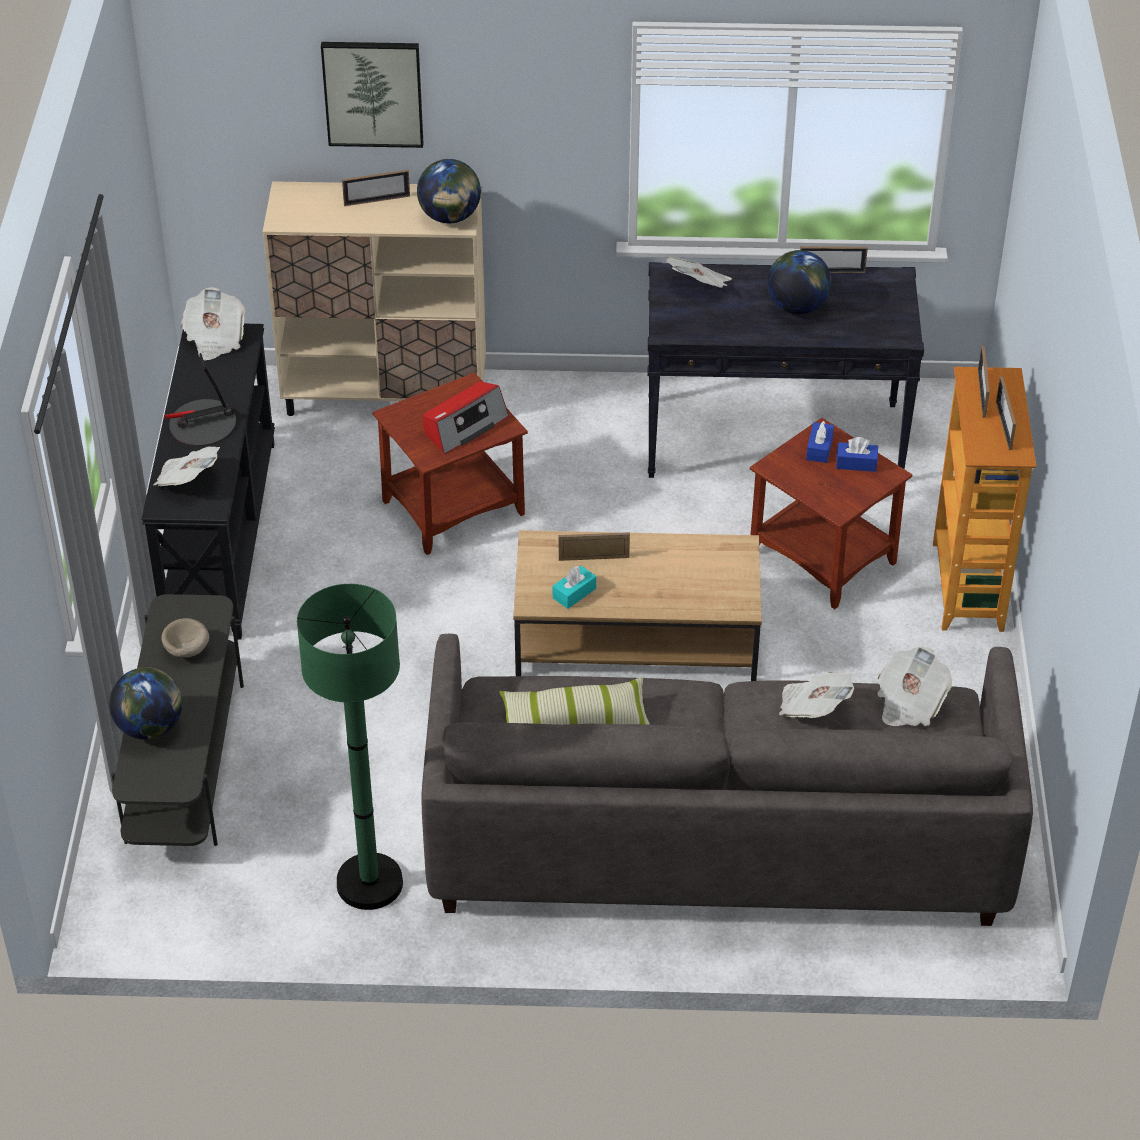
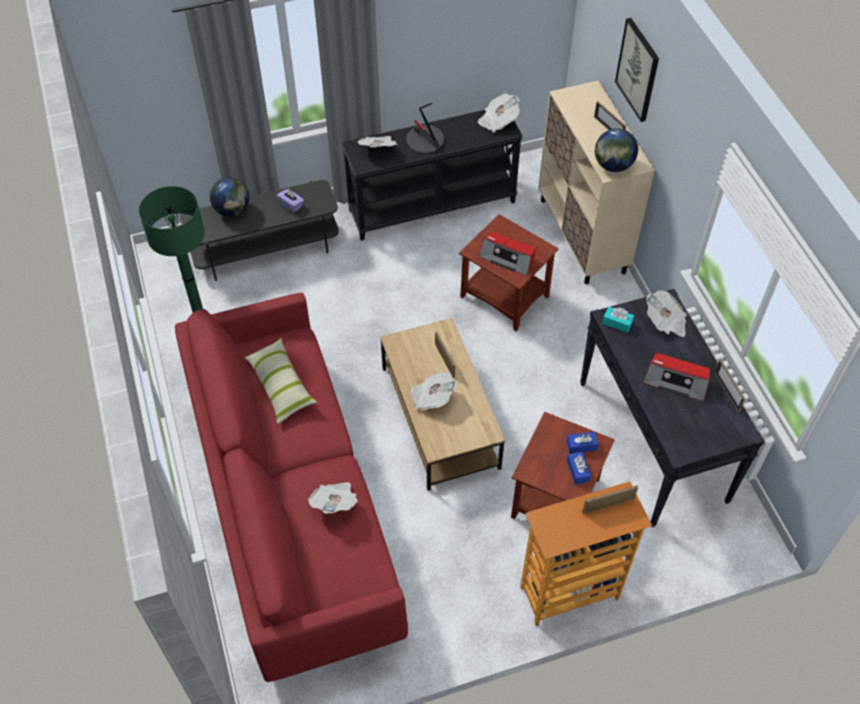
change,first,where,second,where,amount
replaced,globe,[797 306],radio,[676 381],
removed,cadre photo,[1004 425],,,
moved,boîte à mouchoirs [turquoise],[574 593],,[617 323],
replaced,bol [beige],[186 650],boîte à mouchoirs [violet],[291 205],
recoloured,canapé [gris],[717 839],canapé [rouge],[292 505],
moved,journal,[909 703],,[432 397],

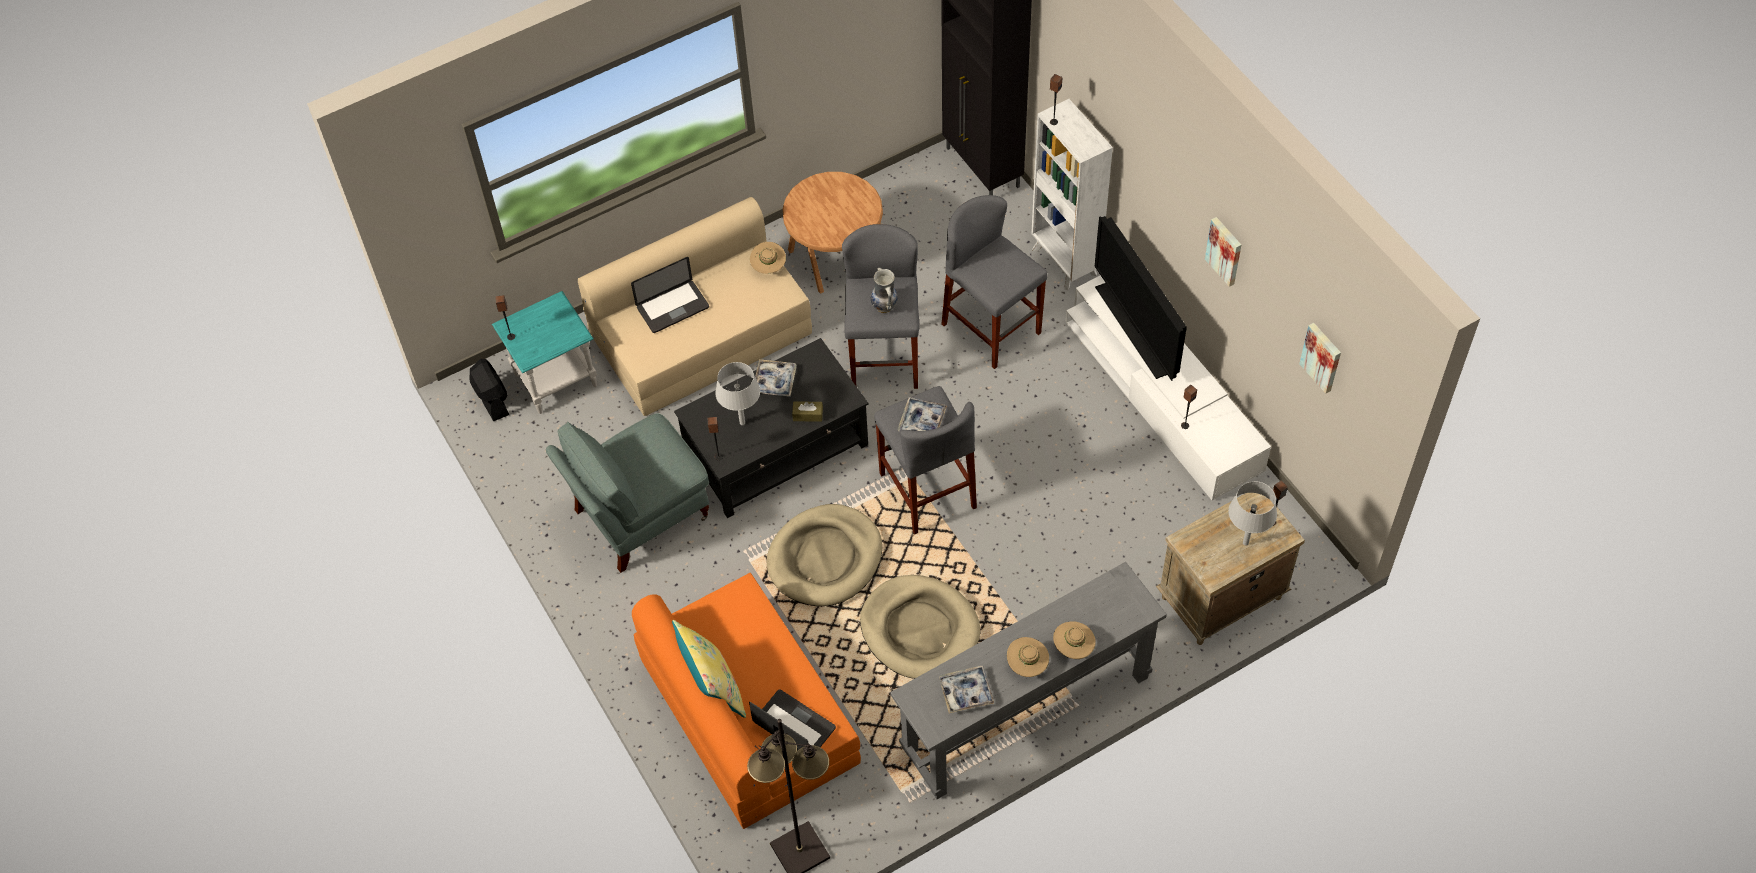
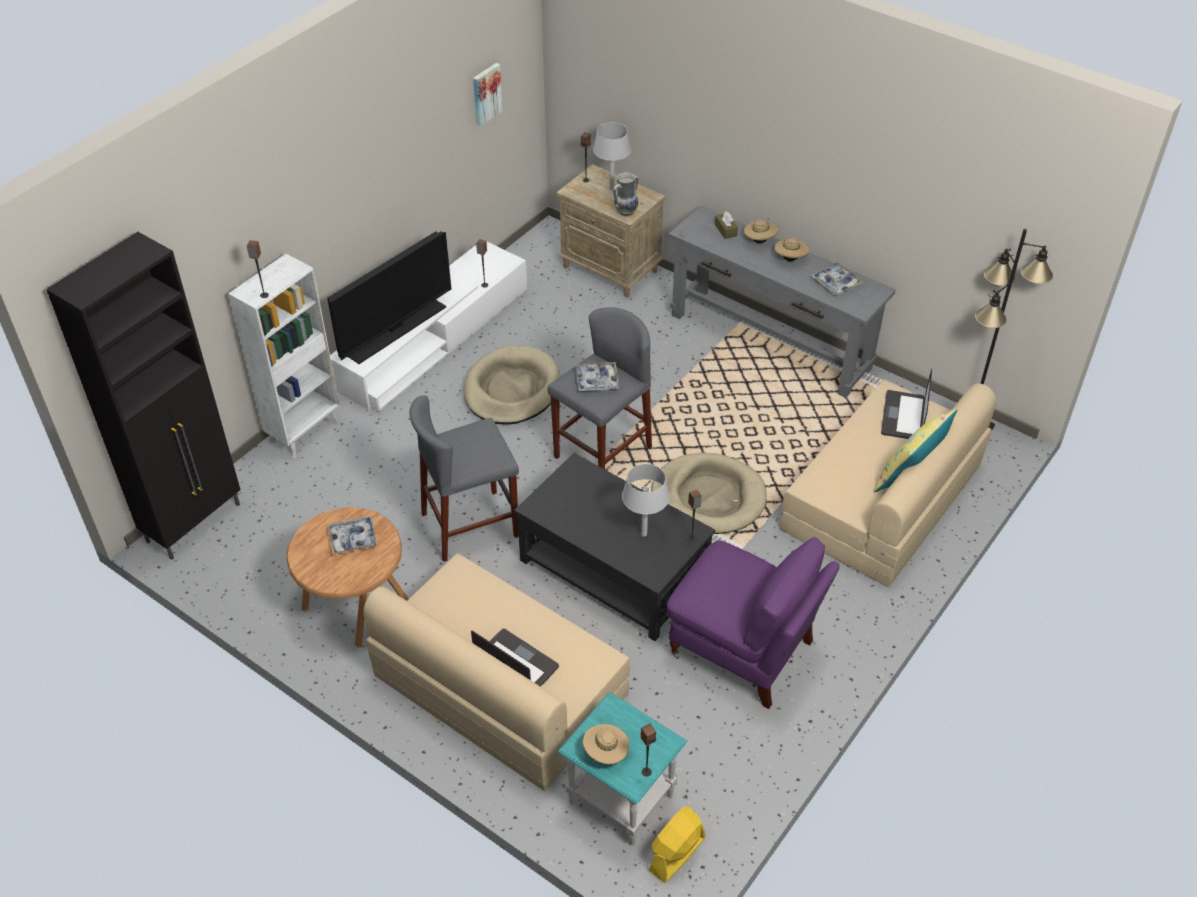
change,first,where,second,where,amount
removed,tabouret [gris],[991 328],,,
removed,tableau,[1225 250],,,
moved,chapeau [beige],[768 267],,[606 753],
moved,vase,[885 306],,[625 211],
recoloured,ventilateur [noir],[492 399],ventilateur [jaune],[676 854],
moved,plateau,[775 381],,[353 539],
moved,boîte à mouchoirs [marron],[808 415],,[725 230],
recoloured,fauteuil [gris],[640 515],fauteuil [violet],[743 650],
recoloured,canapé [orange],[749 712],canapé [beige],[882 498],
moved,panier pour chien [beige],[920 630],,[512 389],

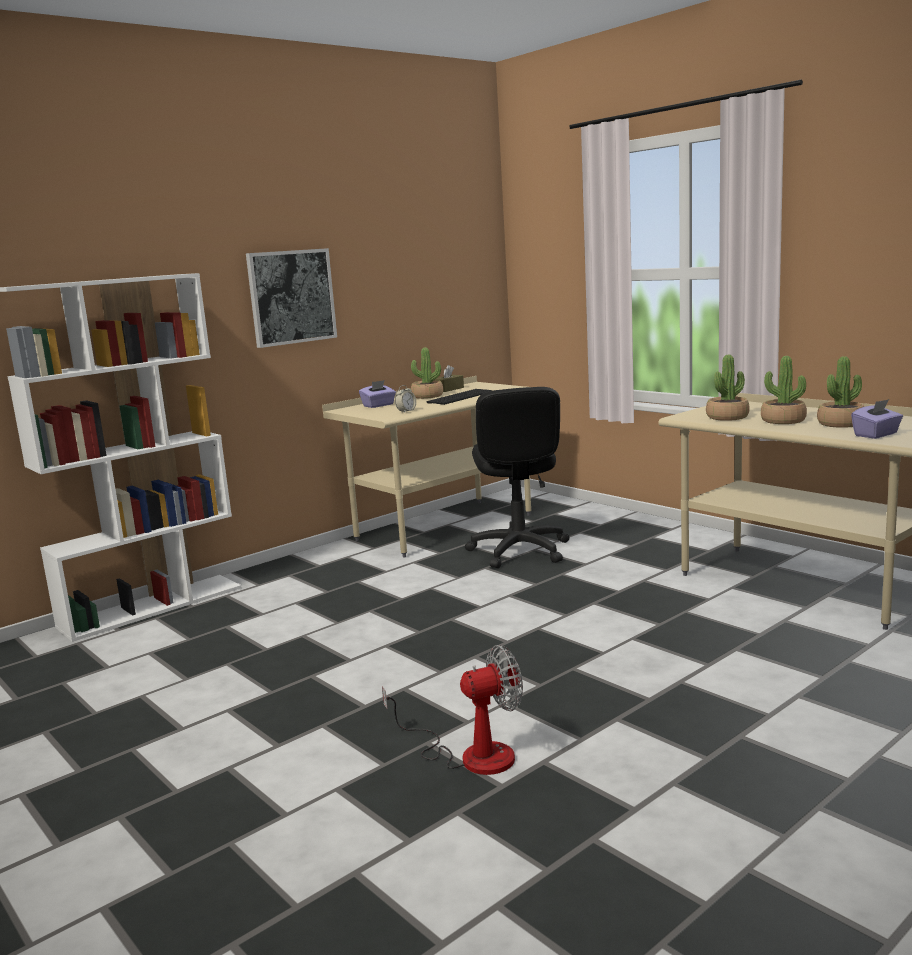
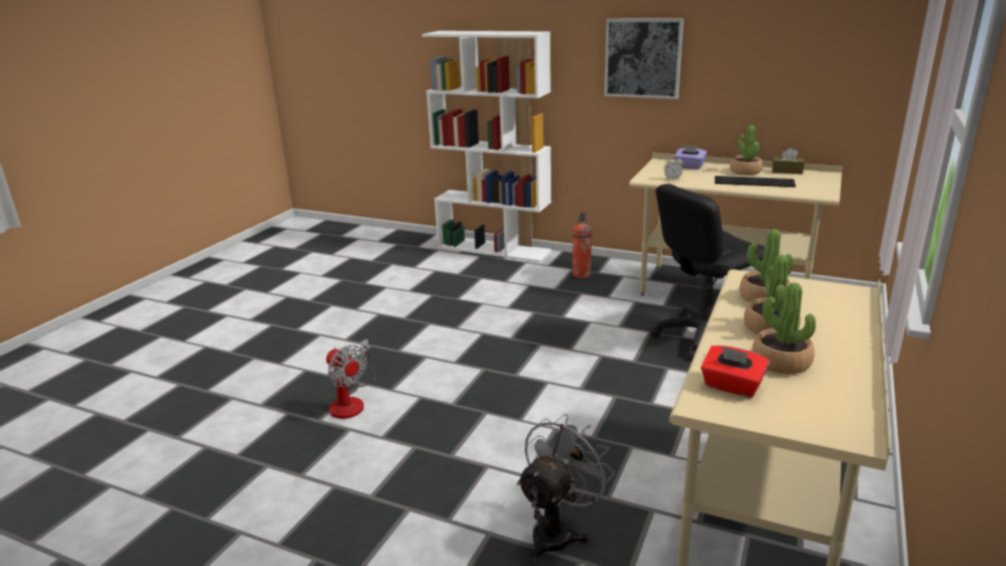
change,first,where,second,where,amount
recoloured,boîte à mouchoirs [violet],[876 435],boîte à mouchoirs [rouge],[732 386],
added,,,extincteur,[581 275],
added,,,ventilateur [gris],[558 531],

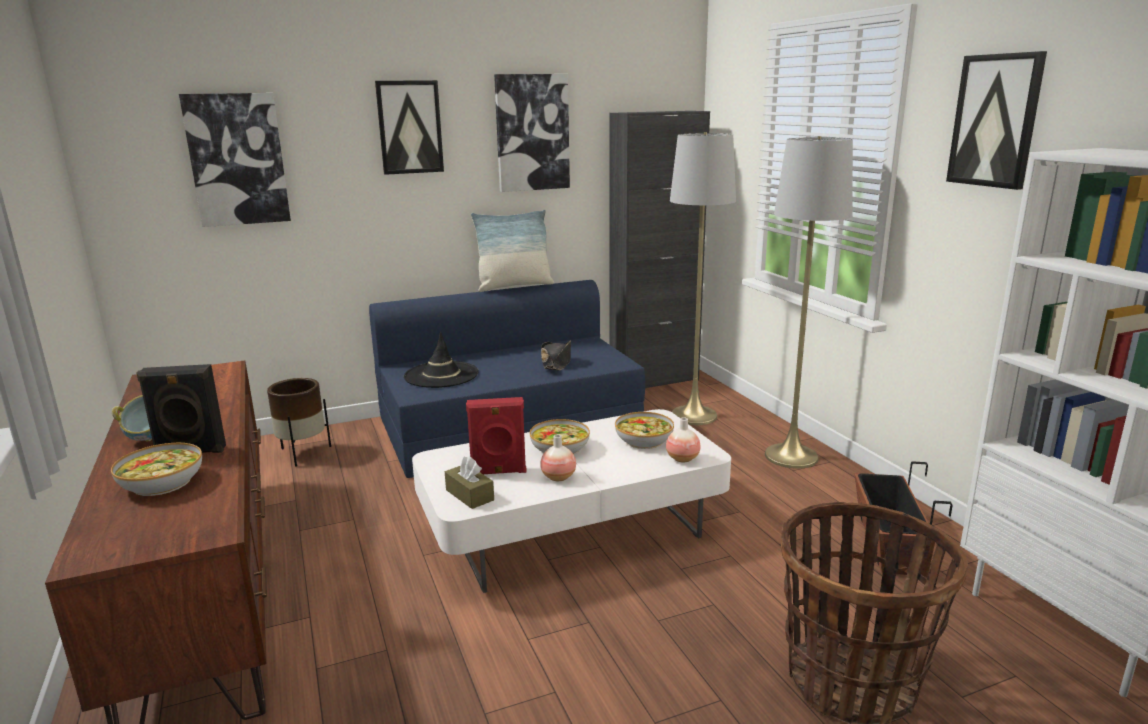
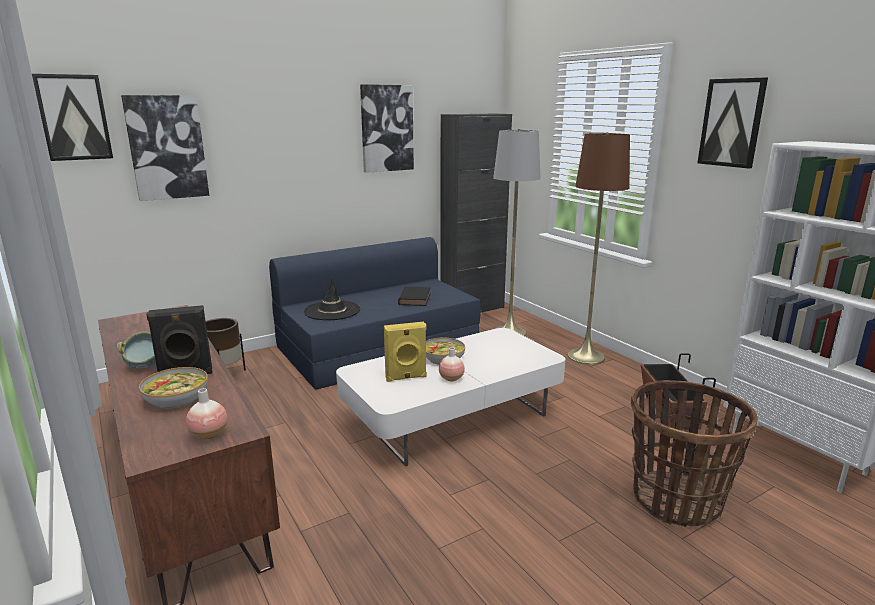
change,first,where,second,where,amount
moved,tableau,[409 127],,[74 117],
recoloured,lampadaire [gris],[791 456],lampadaire [marron],[586 357],
removed,coussin,[514 286],,,
replaced,chapeau [noir],[556 363],livre [noir],[415 298],
recoloured,enceinte [rouge],[498 472],enceinte [jaune],[406 377],
removed,bol,[644 440],,,
moved,vase,[682 459],,[209 434],
removed,boîte à mouchoirs [marron],[469 495],,,

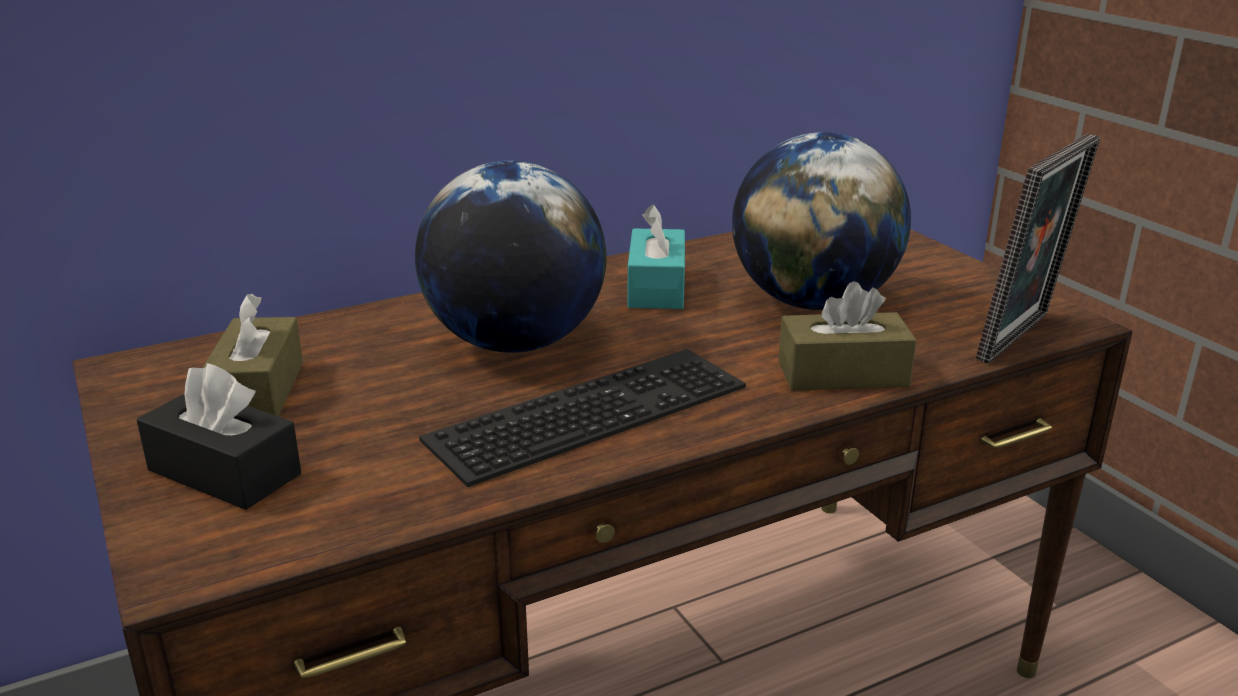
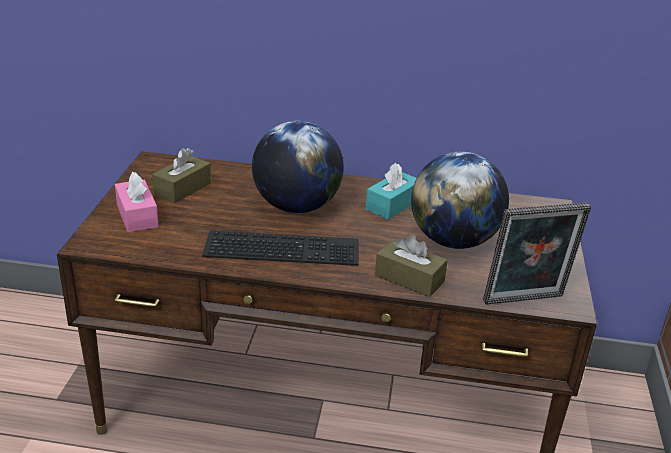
change,first,where,second,where,amount
recoloured,boîte à mouchoirs [noir],[224 472],boîte à mouchoirs [rose],[137 216],

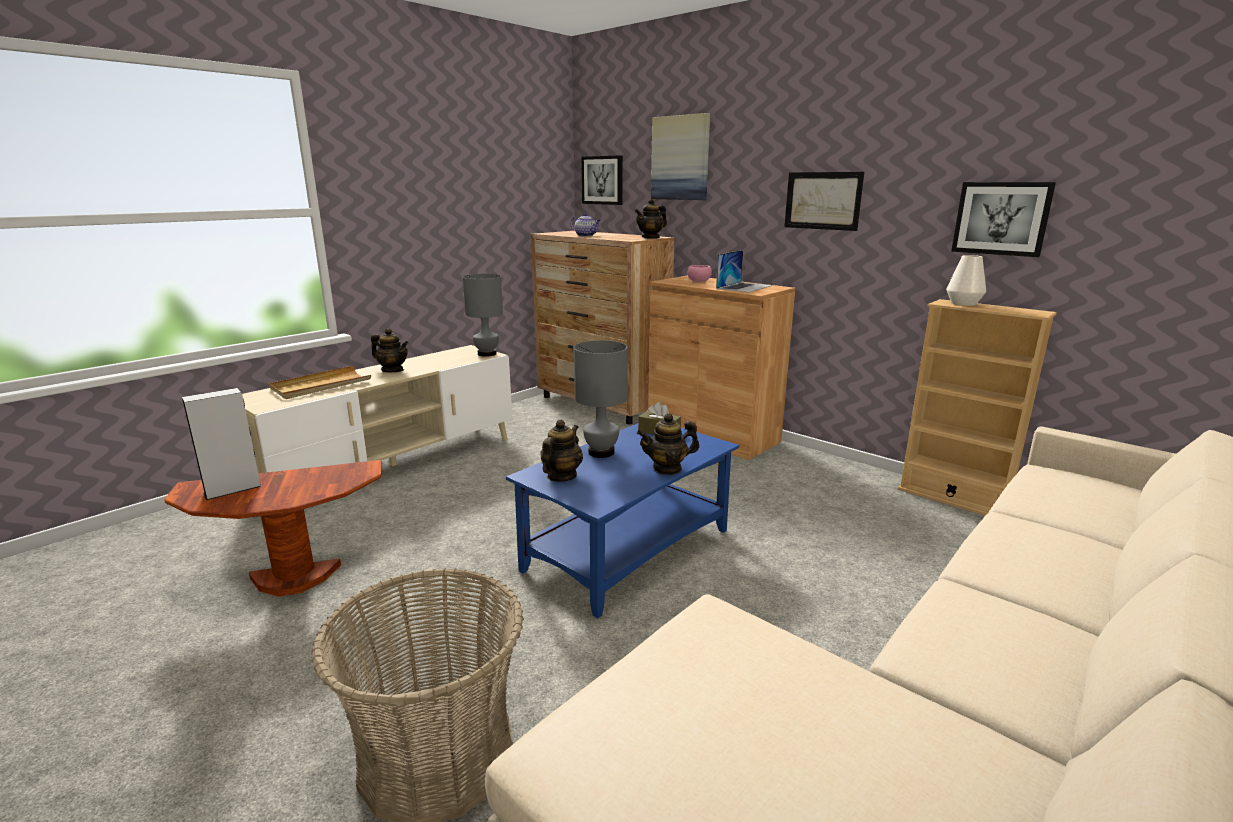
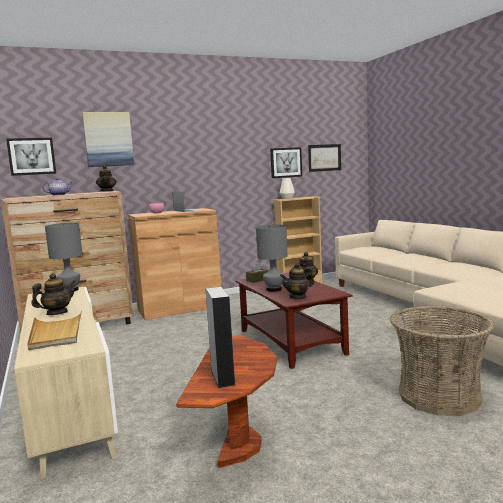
change,first,where,second,where,amount
moved,tableau,[822 200],,[324 157],
turned,théière,[561 476],,[298 297],75 degrees counterclockwise
recoloured,table basse [bleu],[627 551],table basse [marron],[291 342],

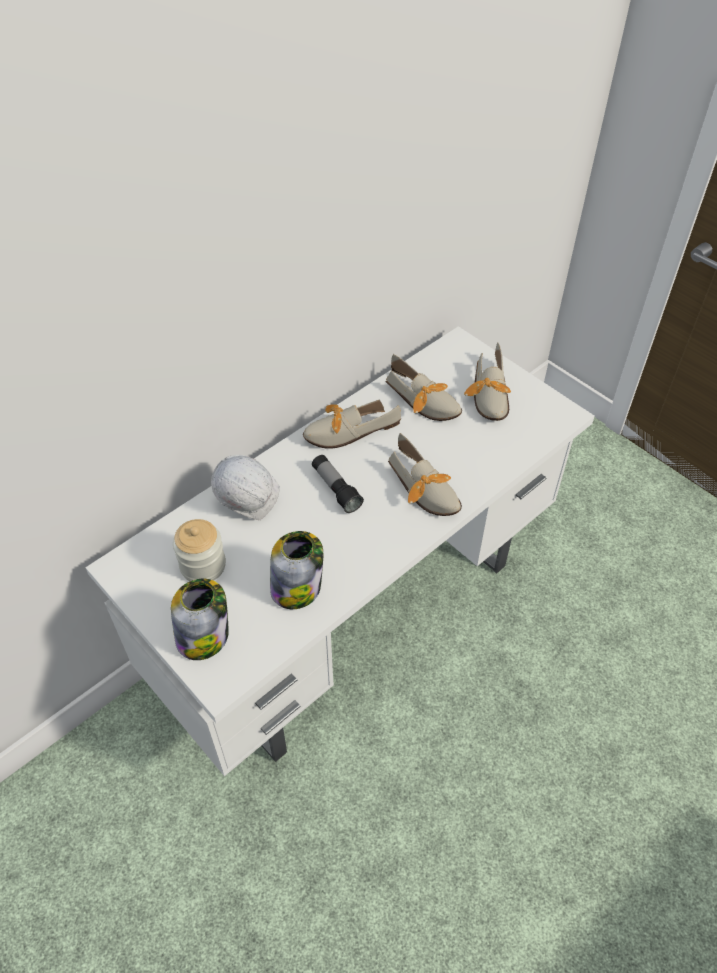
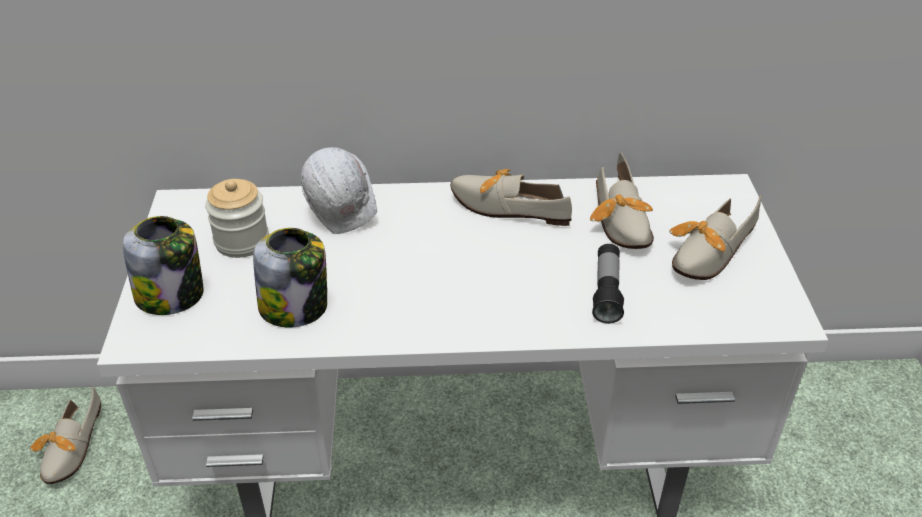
change,first,where,second,where,amount
moved,chaussure,[426 490],,[69 451],
moved,lampe de poche,[336 489],,[607 292],

